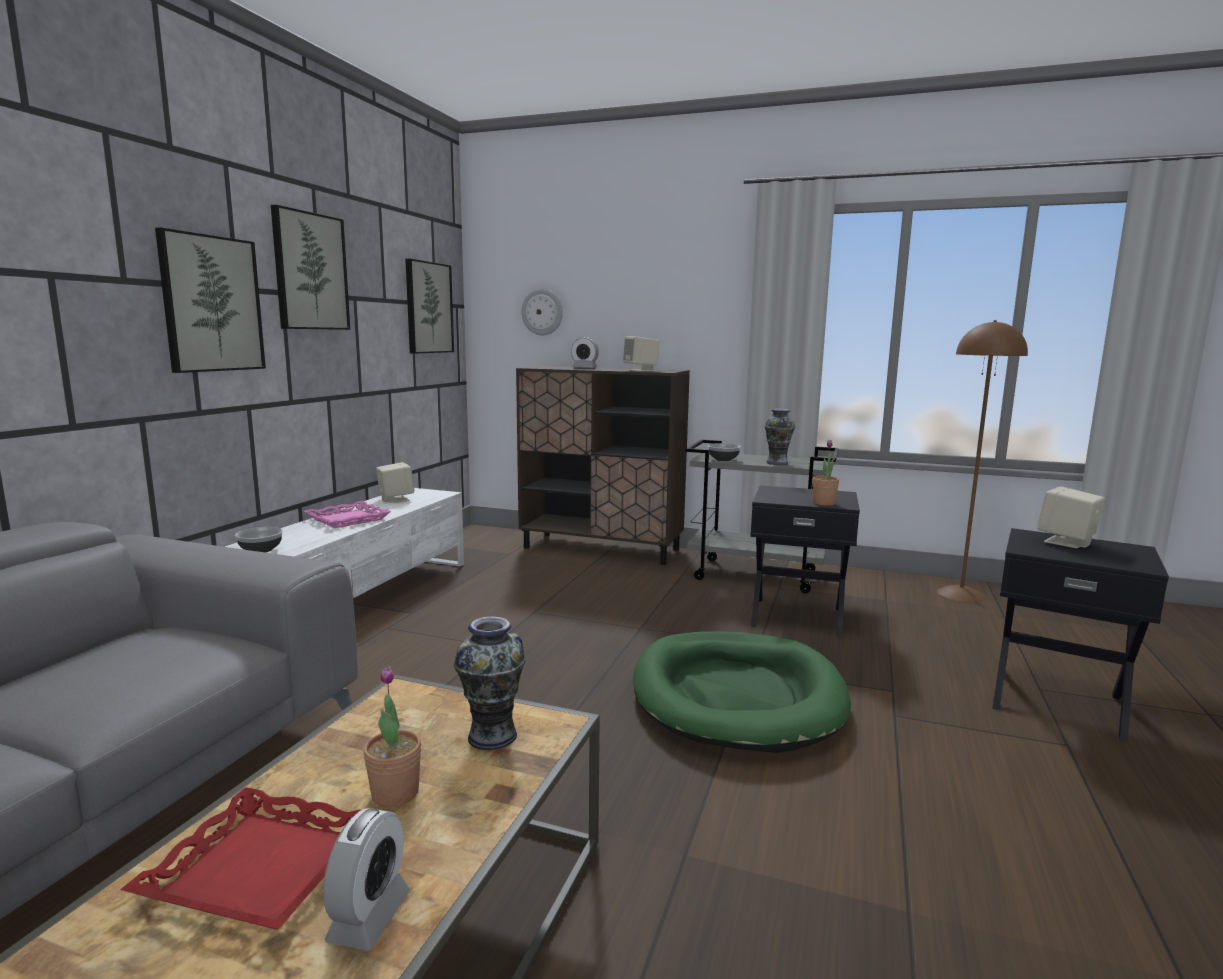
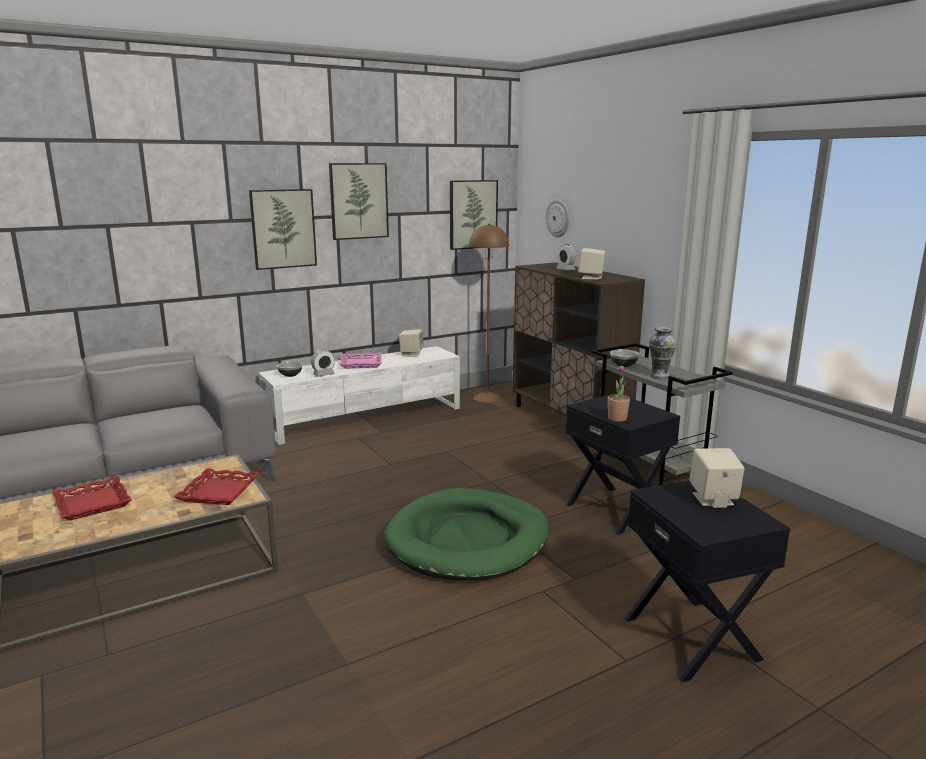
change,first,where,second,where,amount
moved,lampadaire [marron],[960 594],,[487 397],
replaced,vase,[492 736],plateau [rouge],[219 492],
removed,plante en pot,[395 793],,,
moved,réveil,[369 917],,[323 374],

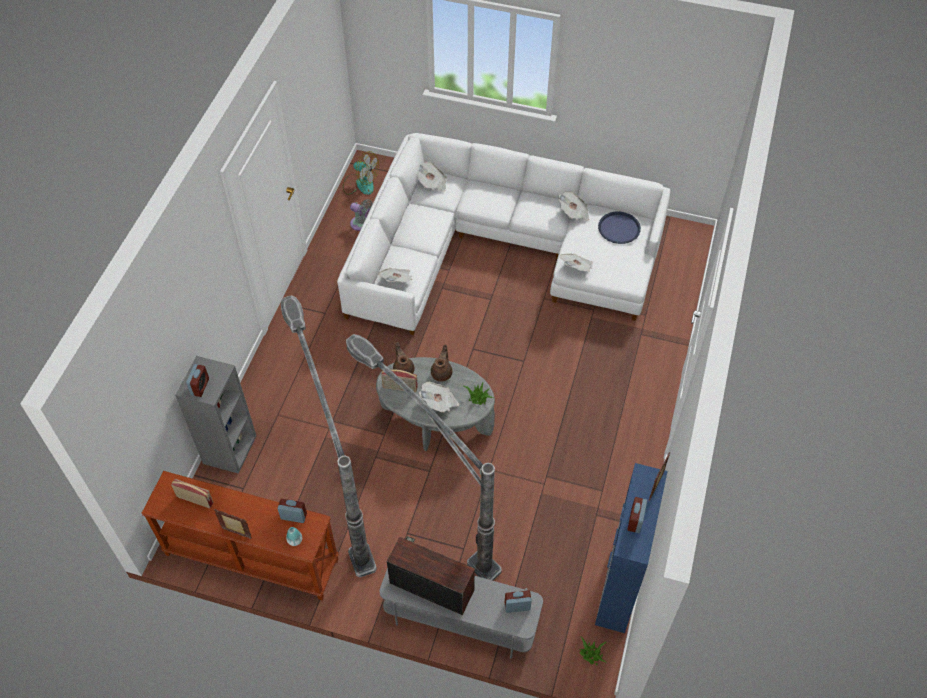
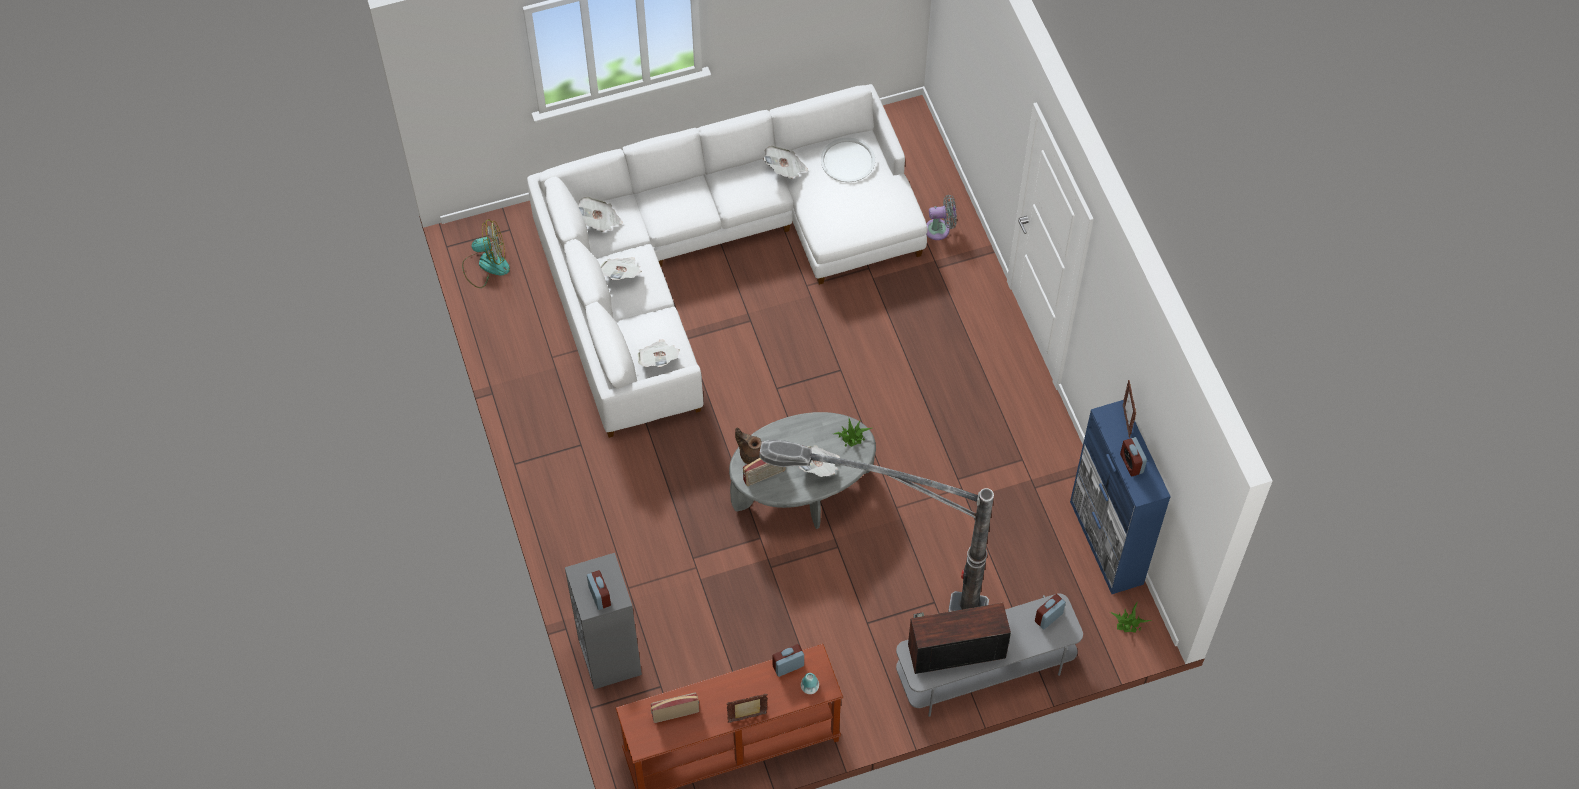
change,first,where,second,where,amount
moved,ventilateur [gris],[361 224],,[940 229],
recoloured,plateau [bleu],[619 228],plateau [blanc],[847 161],
moved,journal,[576 268],,[621 274],
removed,lampadaire,[339 494],,,
removed,théière [marron],[442 373],,,

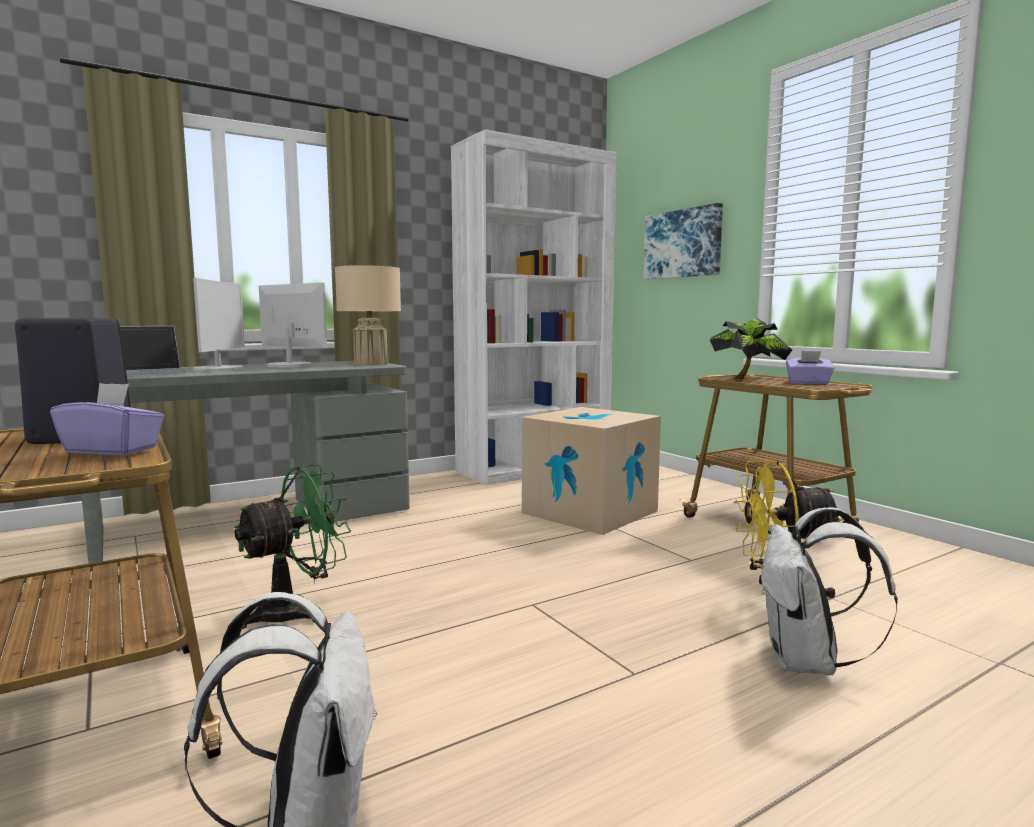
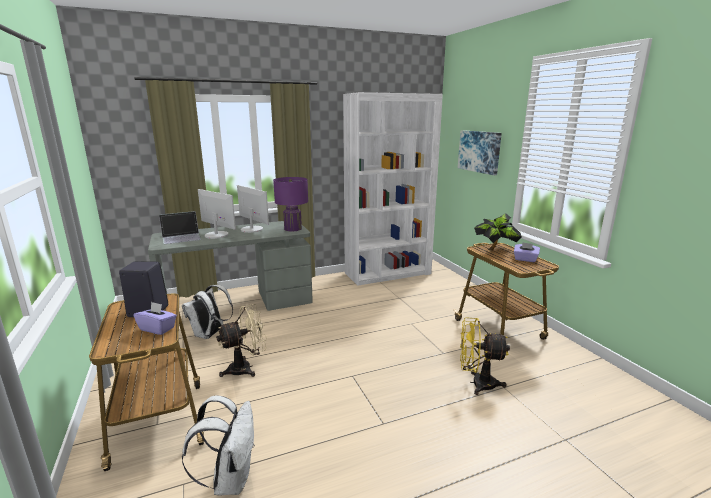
change,first,where,second,where,amount
recoloured,lampe de table [beige],[370 364],lampe de table [violet],[293 229],
turned,écran d'ordinateur,[219 369],,[216 235],60 degrees counterclockwise
removed,carton,[590 512],,,
recoloured,ventilateur [vert],[297 610],ventilateur [beige],[246 368],
moved,sac à dos [blanc],[807 663],,[210 335],

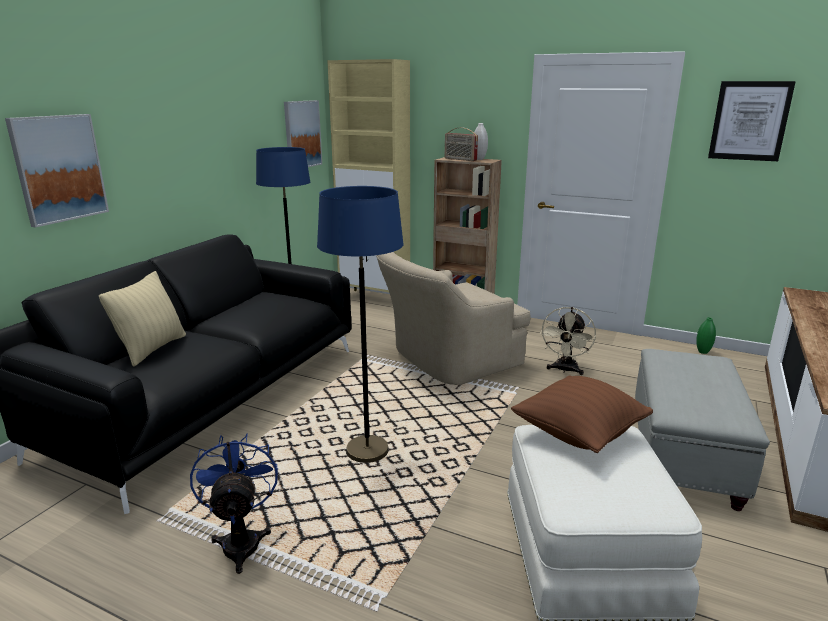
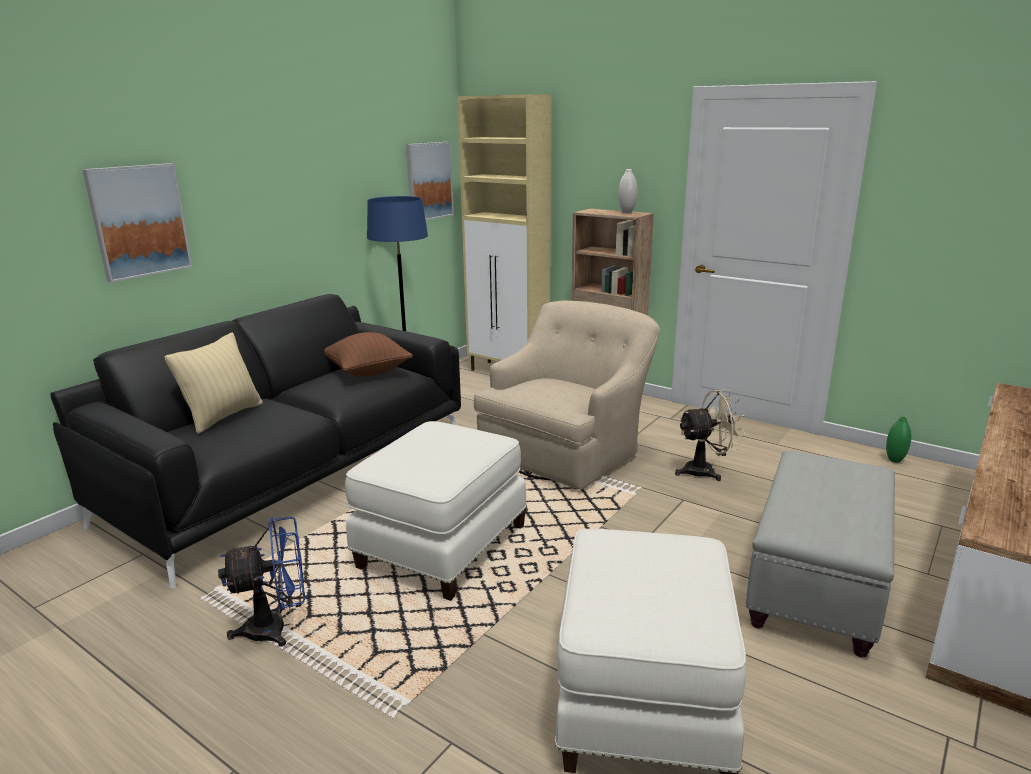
change,first,where,second,where,amount
removed,tableau,[749 121],,,
removed,radio,[460 159],,,
replaced,lampadaire [bleu],[367 451],pouf [blanc],[441 545],
turned,fauteuil [beige],[447 361],,[567 450],150 degrees clockwise
turned,ventilateur [beige],[565 370],,[706 471],135 degrees counterclockwise
moved,coussin [marron],[578 434],,[367 372],
turned,ventilateur [bleu],[241 540],,[277 628],75 degrees clockwise

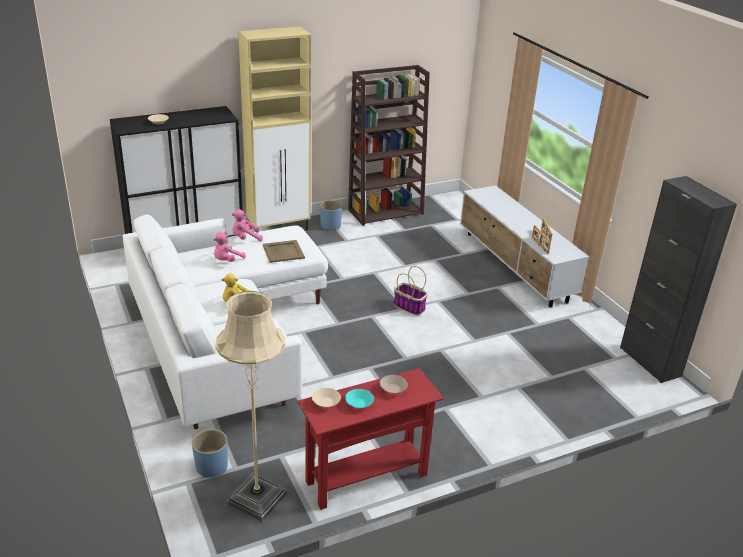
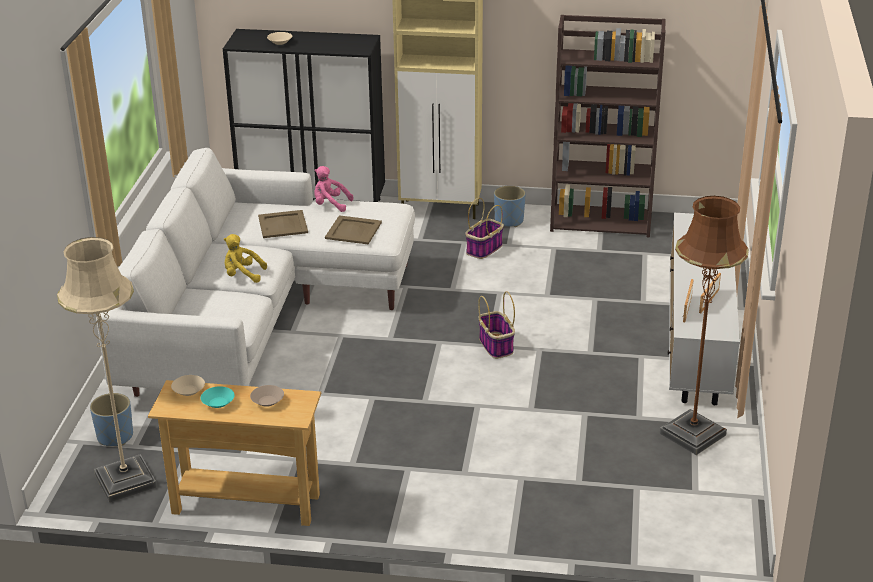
change,first,where,second,where,amount
removed,meuble de rangement [noir],[650 362],,,
replaced,peluche [rose],[227 260],plateau [beige],[282 224],
recoloured,table console [rouge],[366 478],table console [beige],[246 504],
added,,,lampadaire [marron],[692 434],
added,,,panier,[484 249],

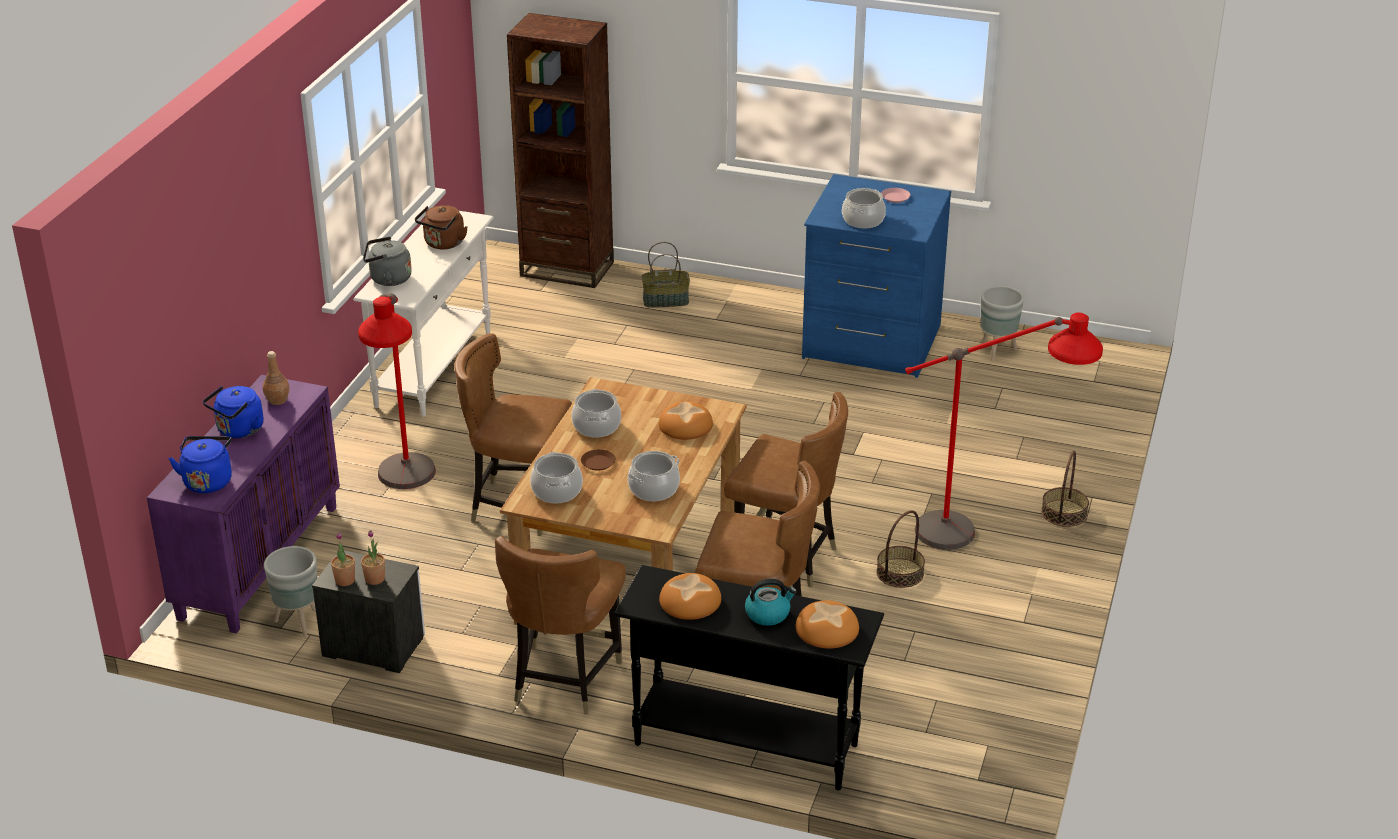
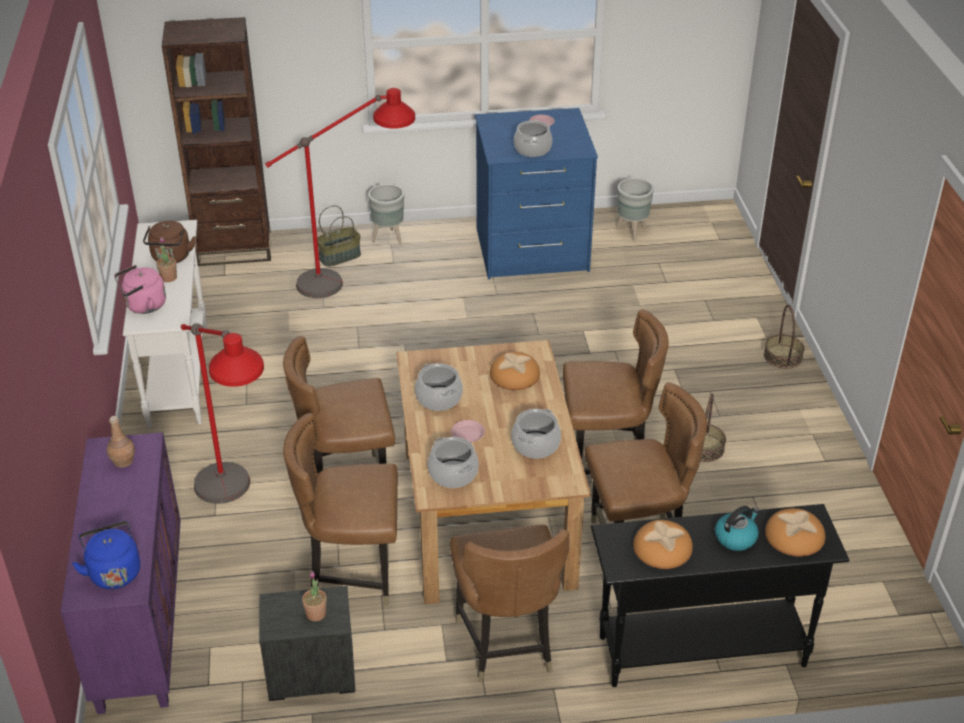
change,first,where,second,where,amount
recoloured,bouilloire [gris],[388 279],bouilloire [rose],[143 306],
moved,lampadaire [rouge],[987 539],,[352 282],
removed,bouilloire [bleu],[238 430],,,
recoloured,assiette [marron],[598 463],assiette [rose],[467 434],
moved,plante en pot,[345 580],,[168 278],
moved,cache-pot [gris],[299 622],,[389 239],
added,,,chaise [marron],[352 573],

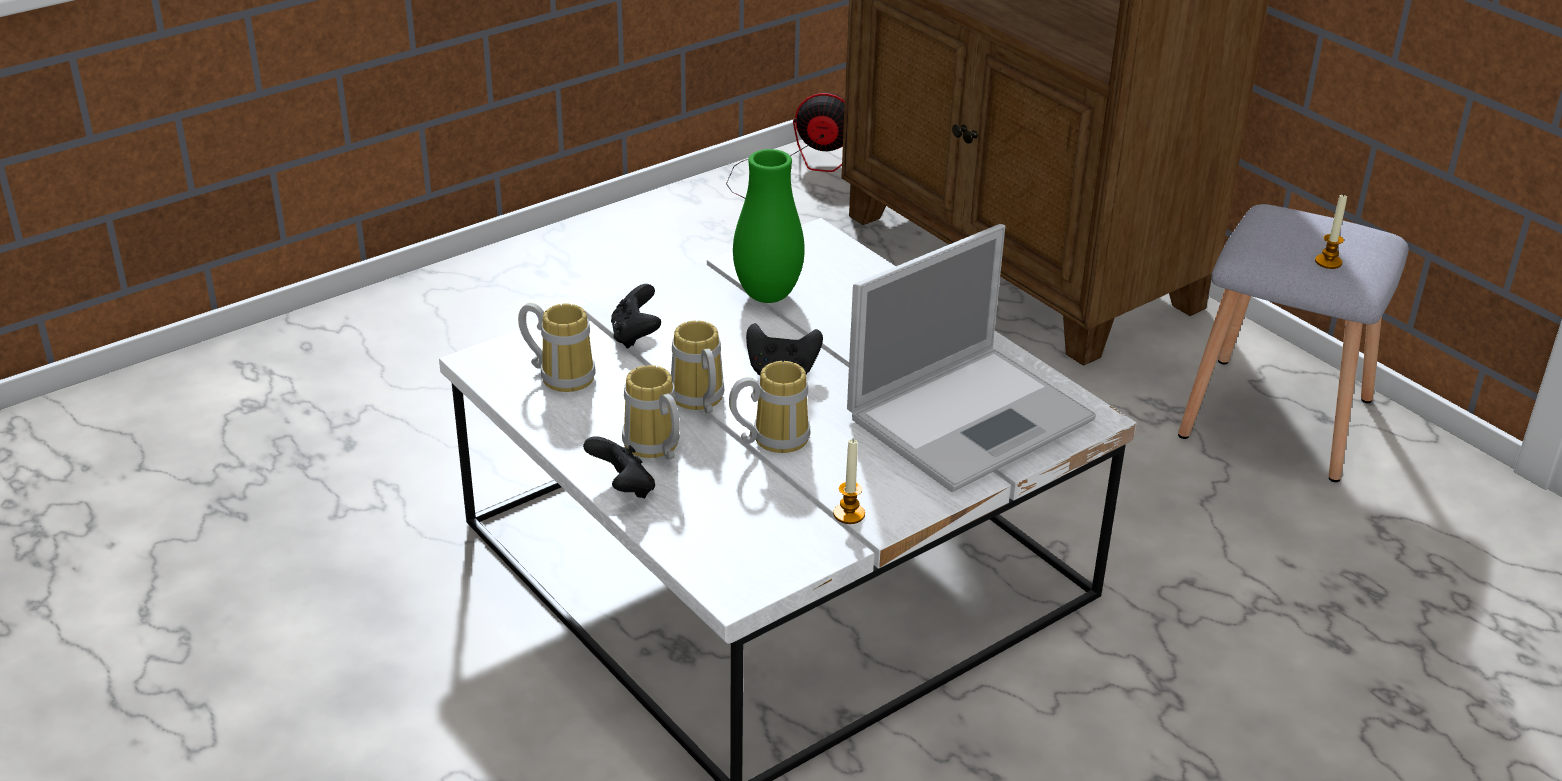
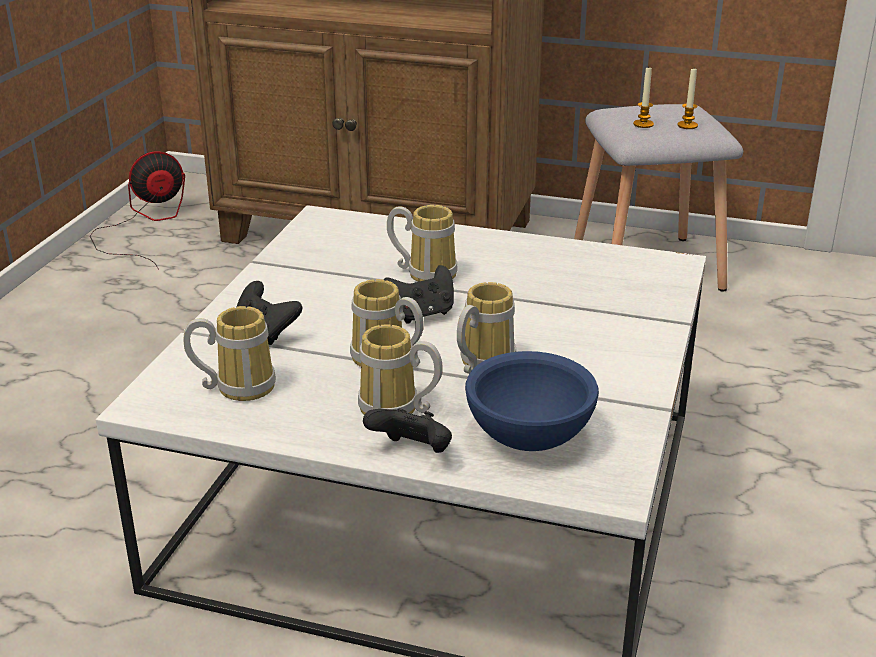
change,first,where,second,where,amount
removed,vase [vert],[767 295],,,
removed,ordinateur portable,[973 416],,,
moved,bougie,[849 514],,[643 124],
added,,,mug,[426 272],
added,,,bol [bleu],[529 436],

